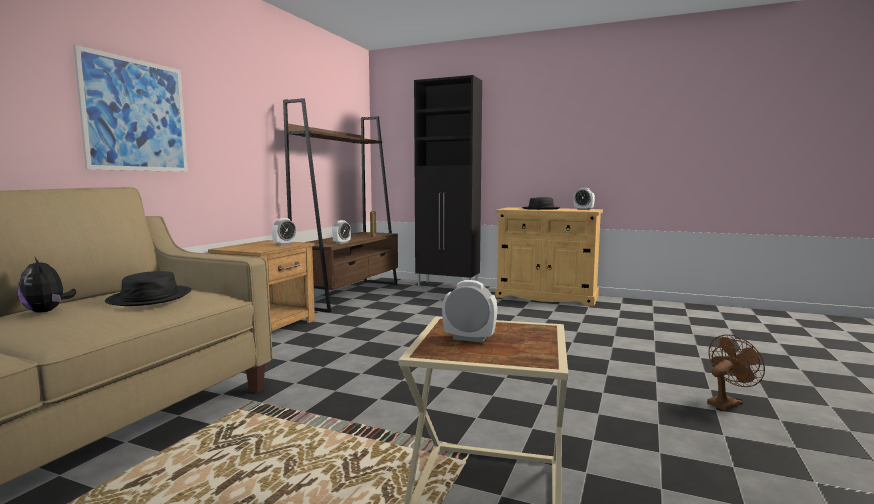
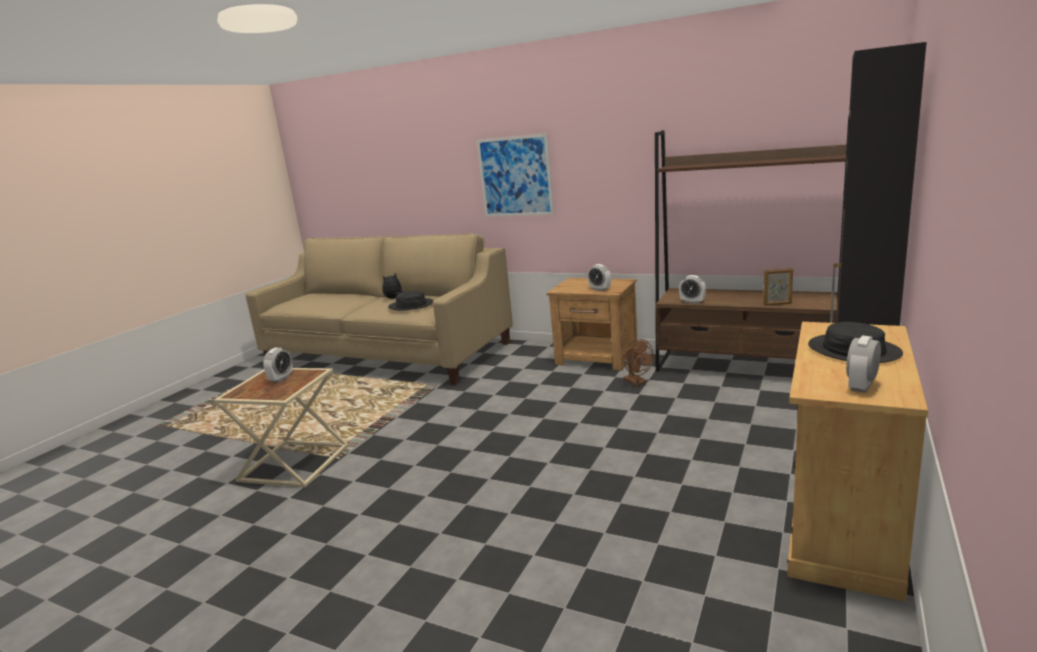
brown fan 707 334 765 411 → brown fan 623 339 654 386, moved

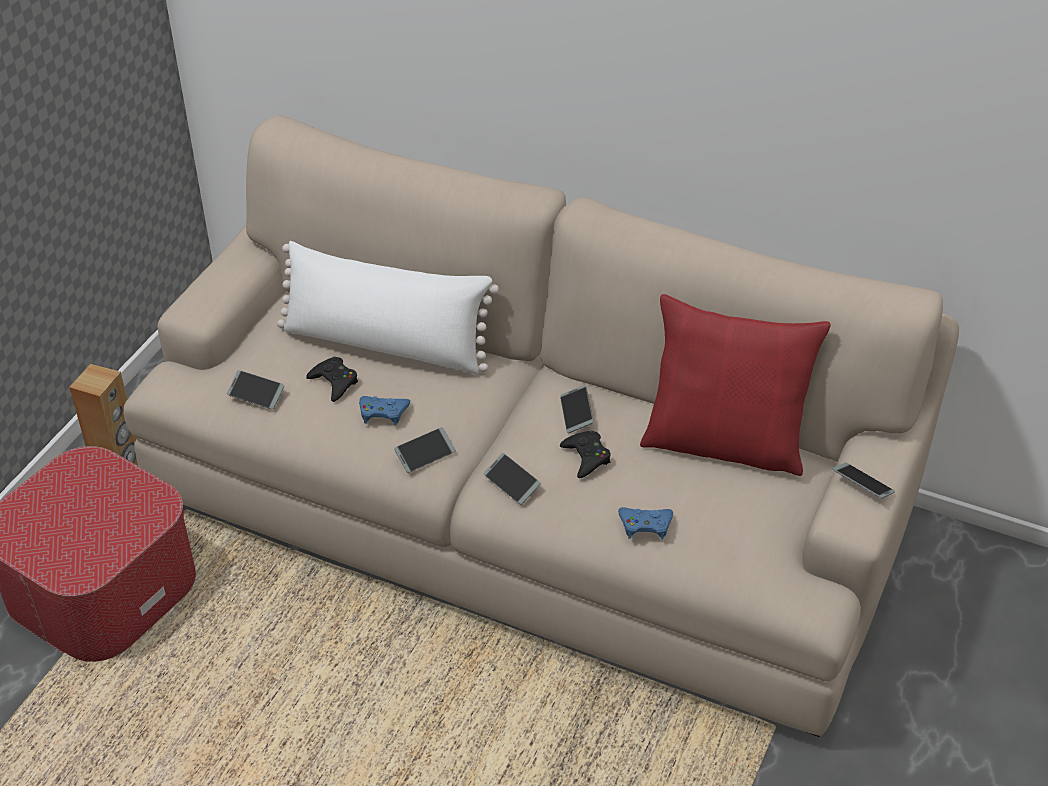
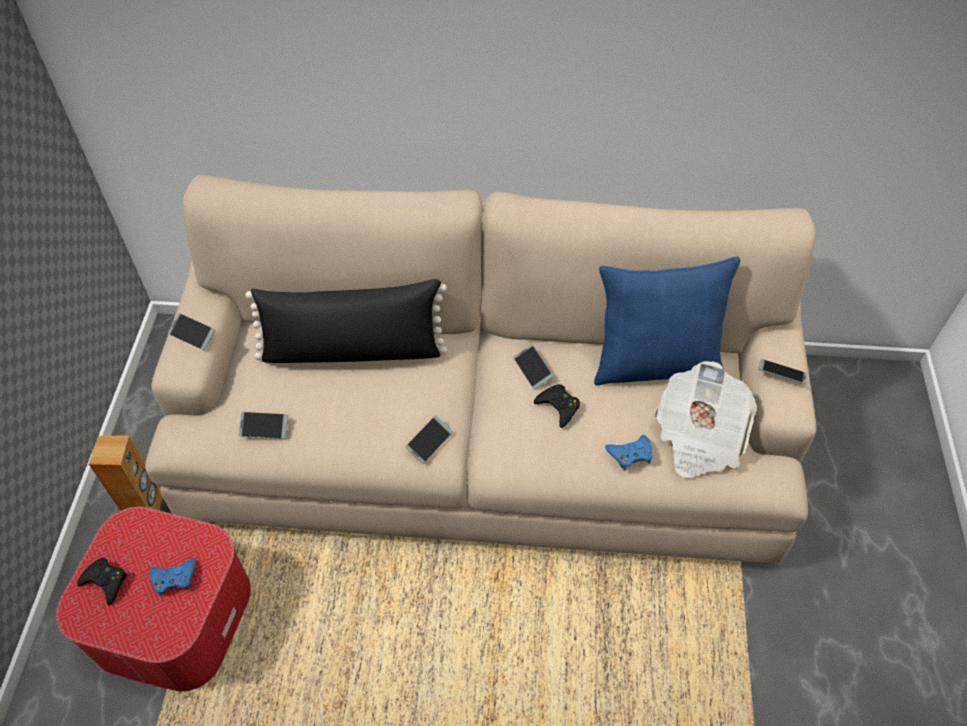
- → newspaper 655 361 757 478
black game controller 306 357 358 402 → black game controller 77 558 127 605, moved
blue game controller 359 396 410 425 → blue game controller 149 558 196 596, moved
phone 484 453 541 505 → phone 168 313 215 350, moved
white pillow 277 241 499 374 → black pillow 245 279 447 363
red pillow 640 294 831 476 → blue pillow 594 257 740 386

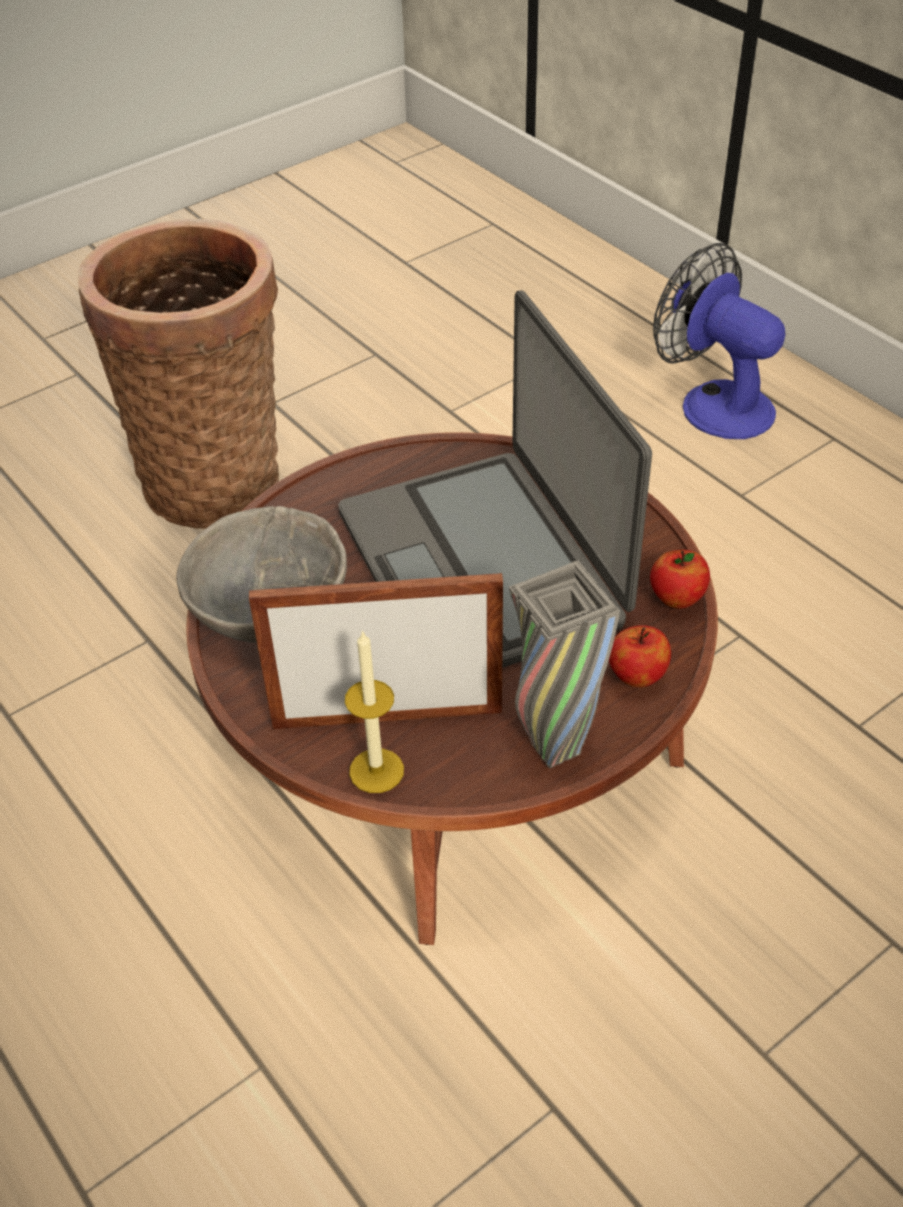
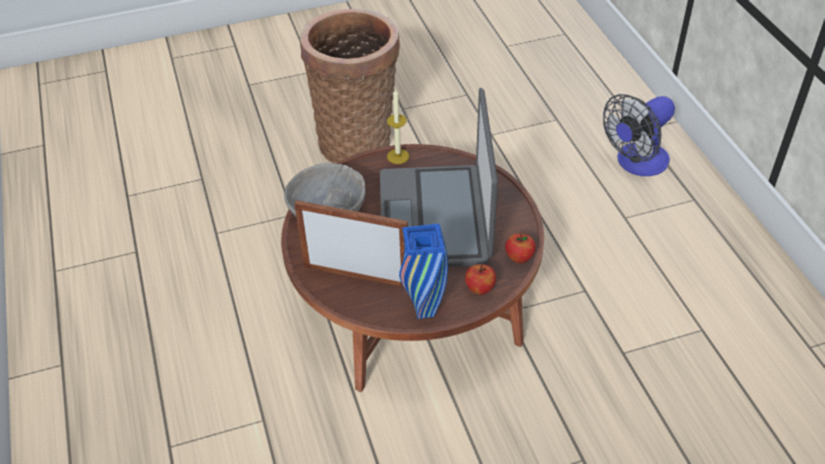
candle 345 630 404 793 → candle 387 88 409 164, moved
grey vase 509 561 620 769 → blue vase 399 224 448 319
fan 653 243 786 439 → fan 603 94 675 176, 105 degrees counterclockwise

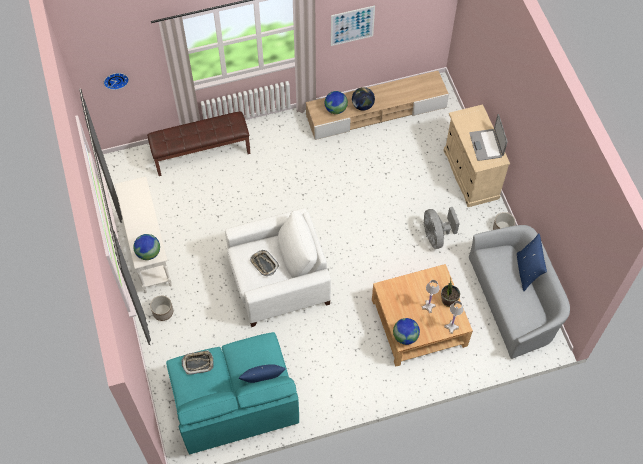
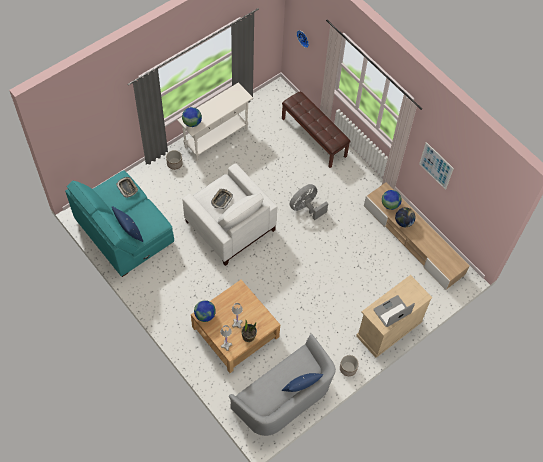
grey fan 423 207 460 249 → grey fan 290 184 328 220, moved

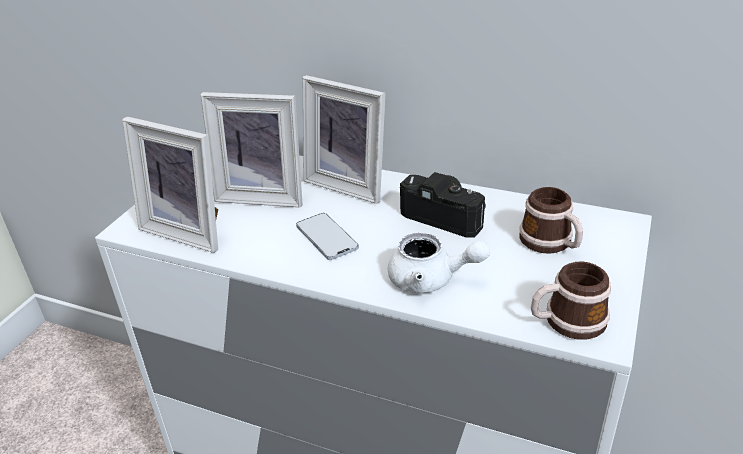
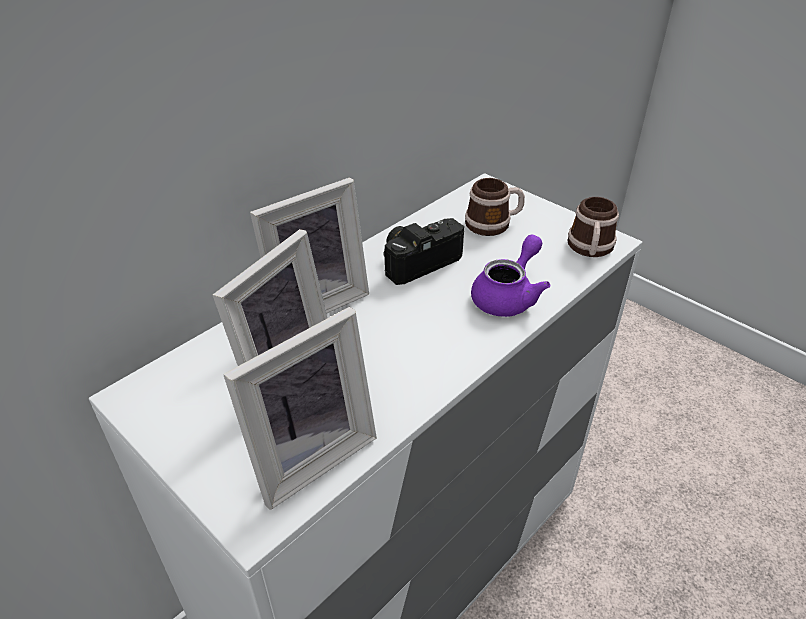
phone 296 213 359 260 → -
white teapot 388 233 490 293 → purple teapot 471 235 550 317

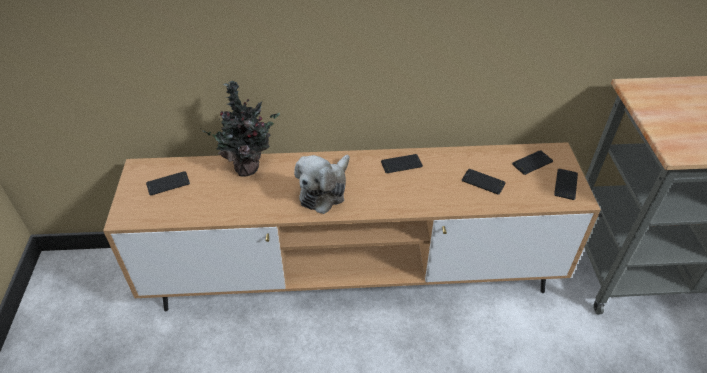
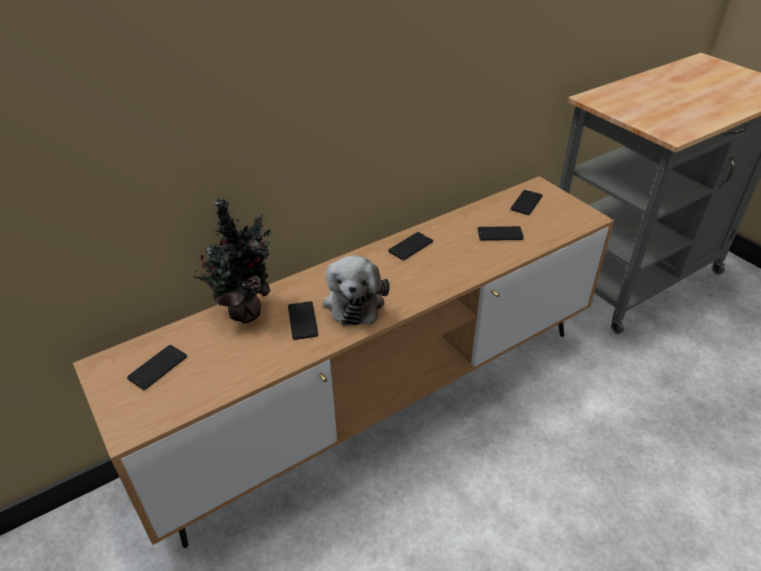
phone 554 169 578 200 → phone 288 301 319 340, moved

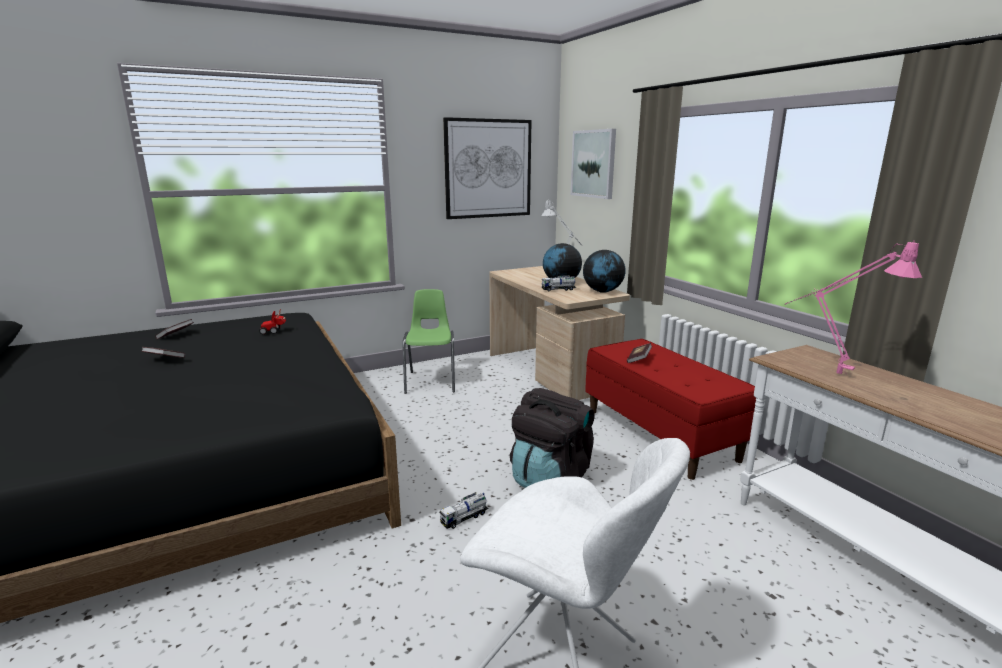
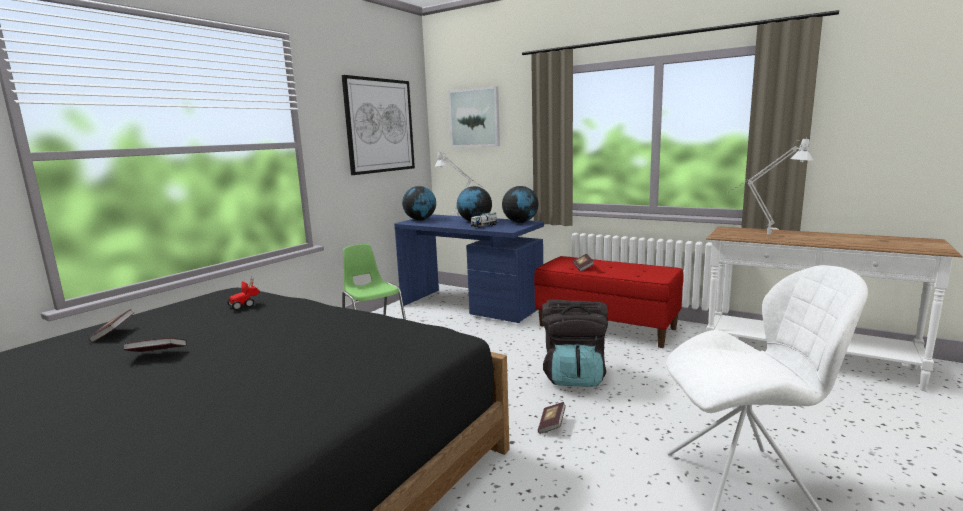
- → globe 402 186 436 221
toy truck 440 492 488 529 → book 538 402 566 434
beige desk 489 266 630 400 → blue desk 394 214 544 323
pink table lamp 785 240 922 374 → grey table lamp 726 137 813 235

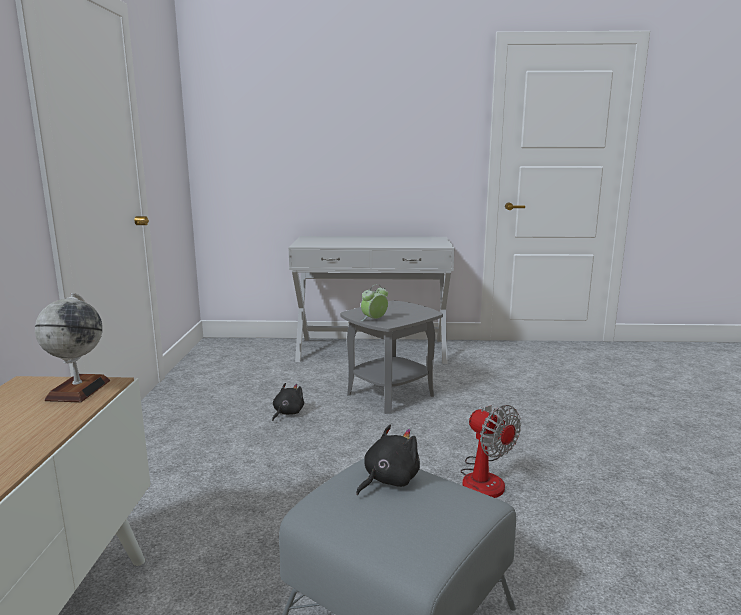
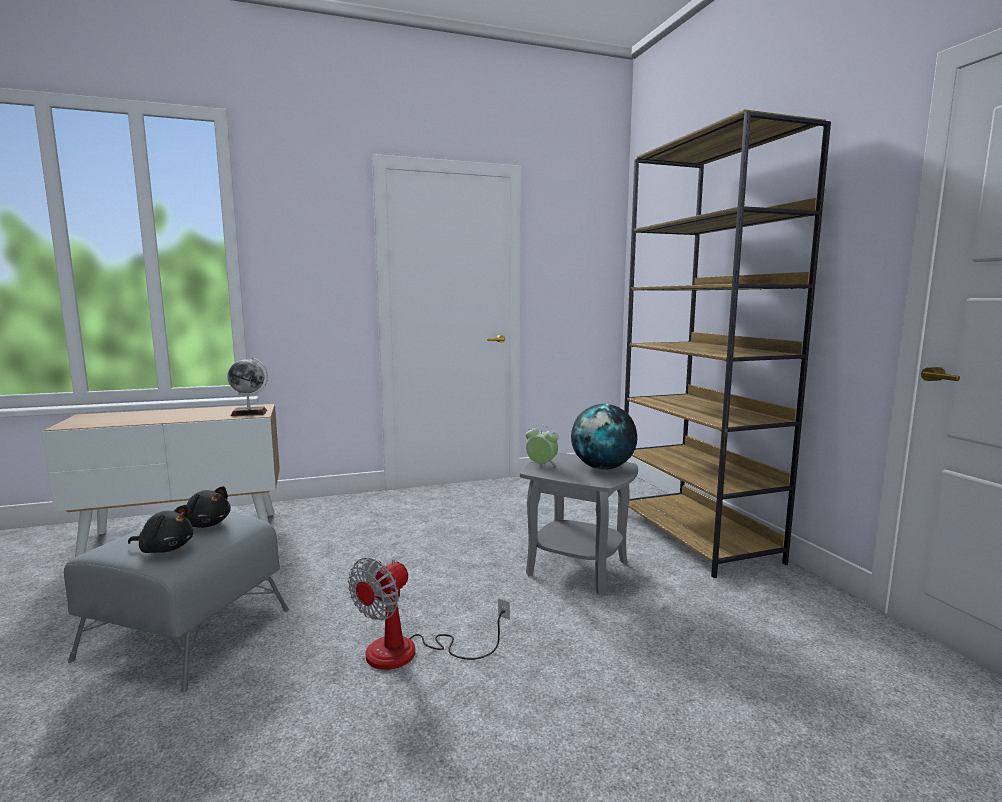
- → globe 571 404 637 470
black plush toy 272 383 304 421 → black plush toy 128 505 193 553, moved
white console table 288 236 455 364 → brown bookcase 624 109 831 578

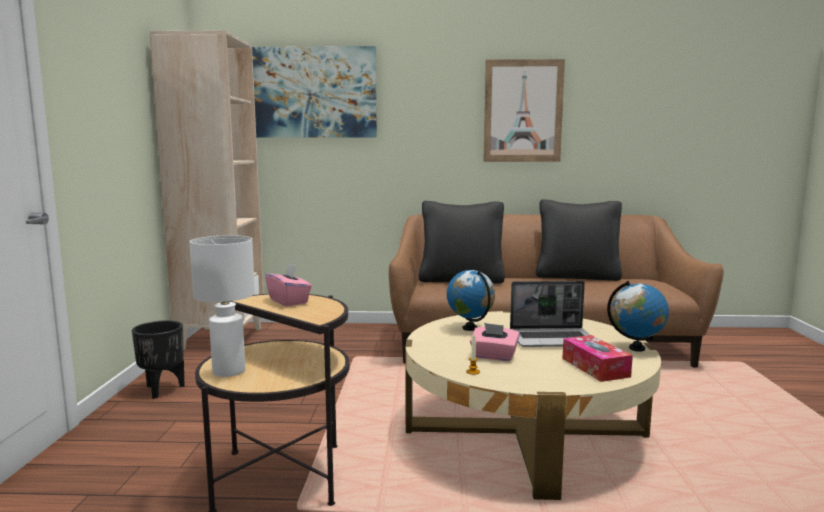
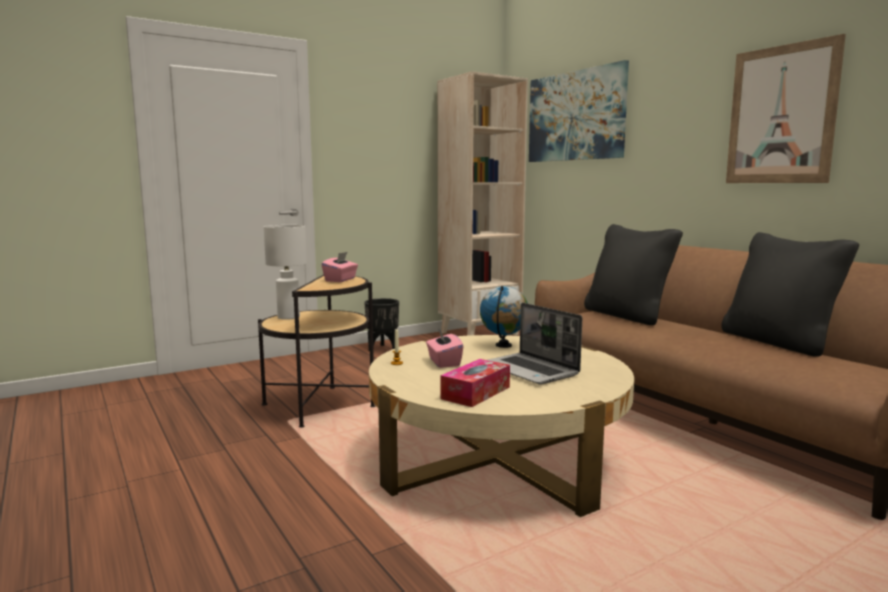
globe 607 281 669 352 → -

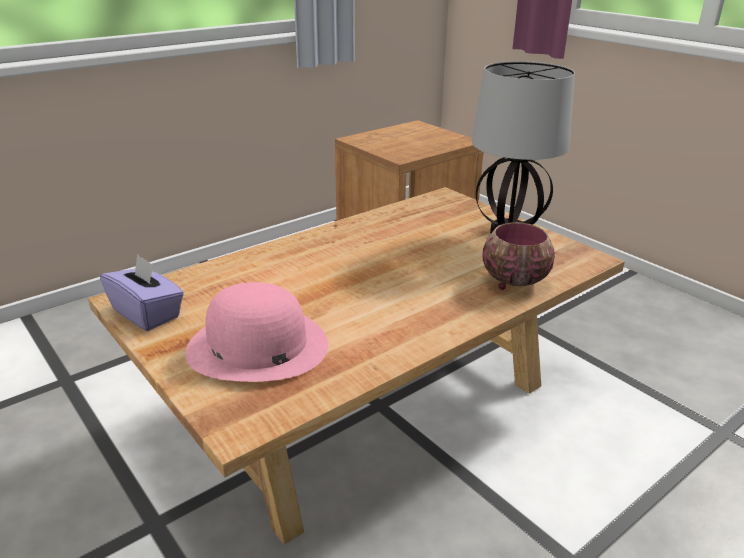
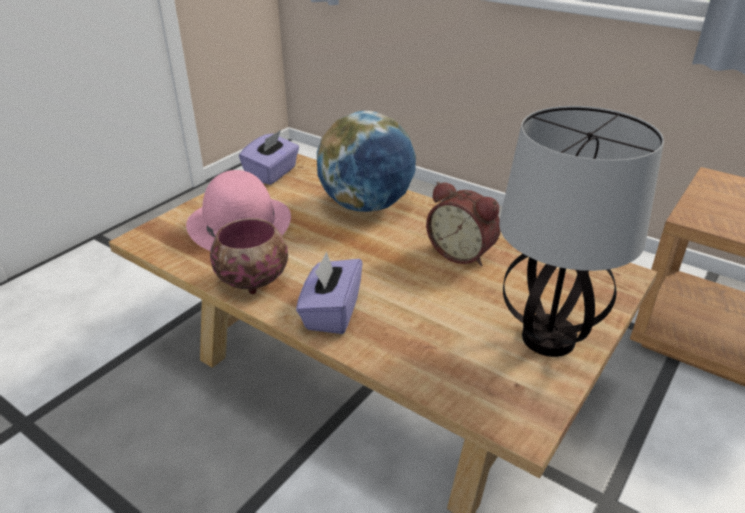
- → purple tissue box 296 252 363 334
- → globe 317 111 416 212
- → alarm clock 426 182 500 266
bowl 482 222 555 290 → bowl 210 218 288 294, moved

